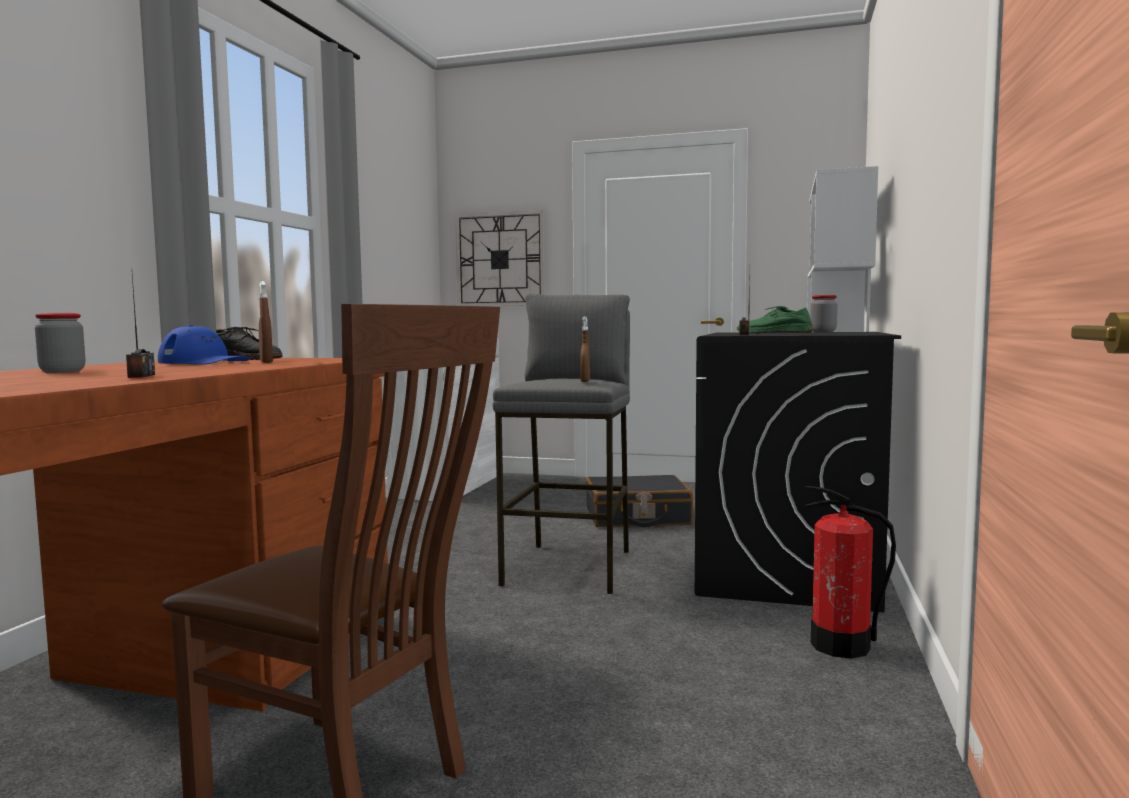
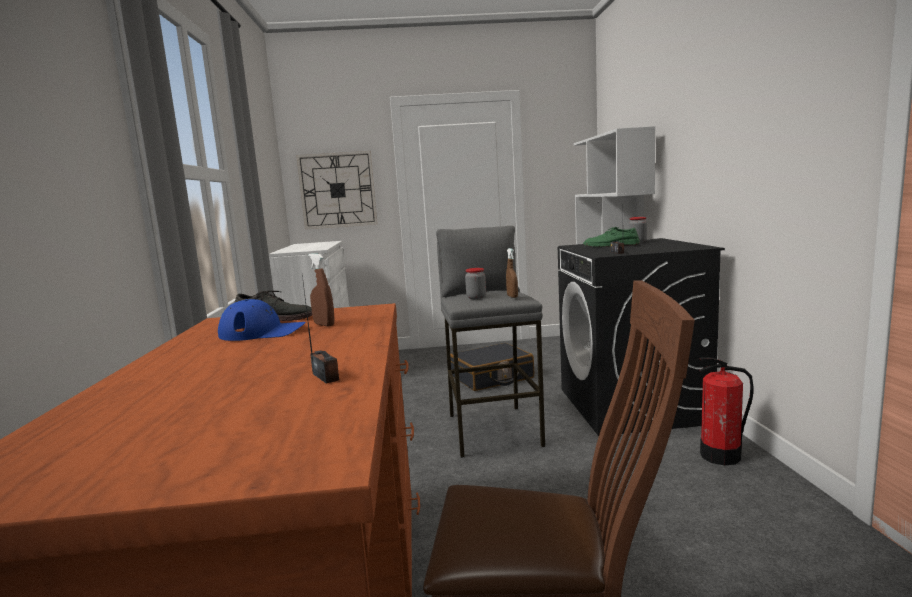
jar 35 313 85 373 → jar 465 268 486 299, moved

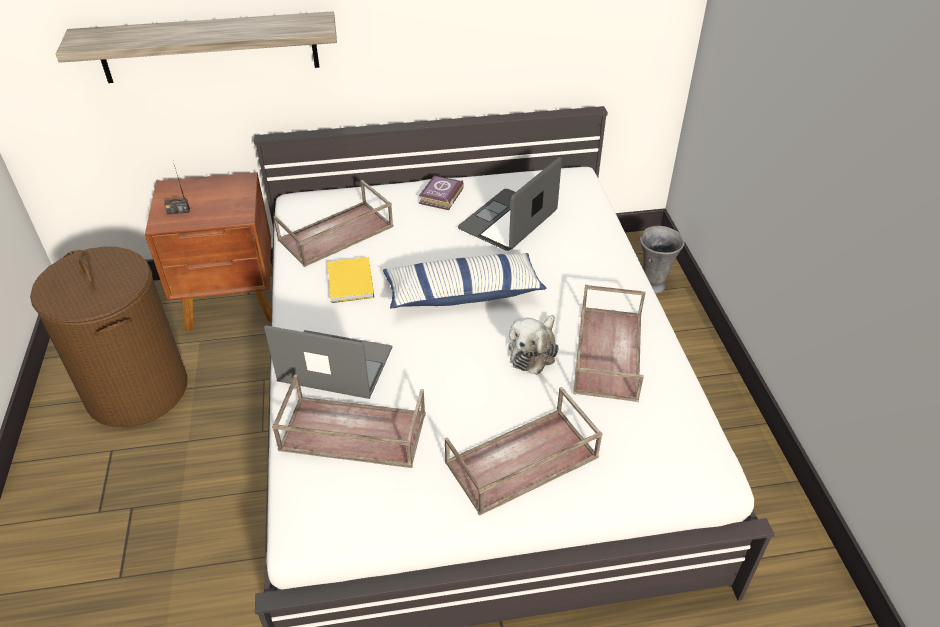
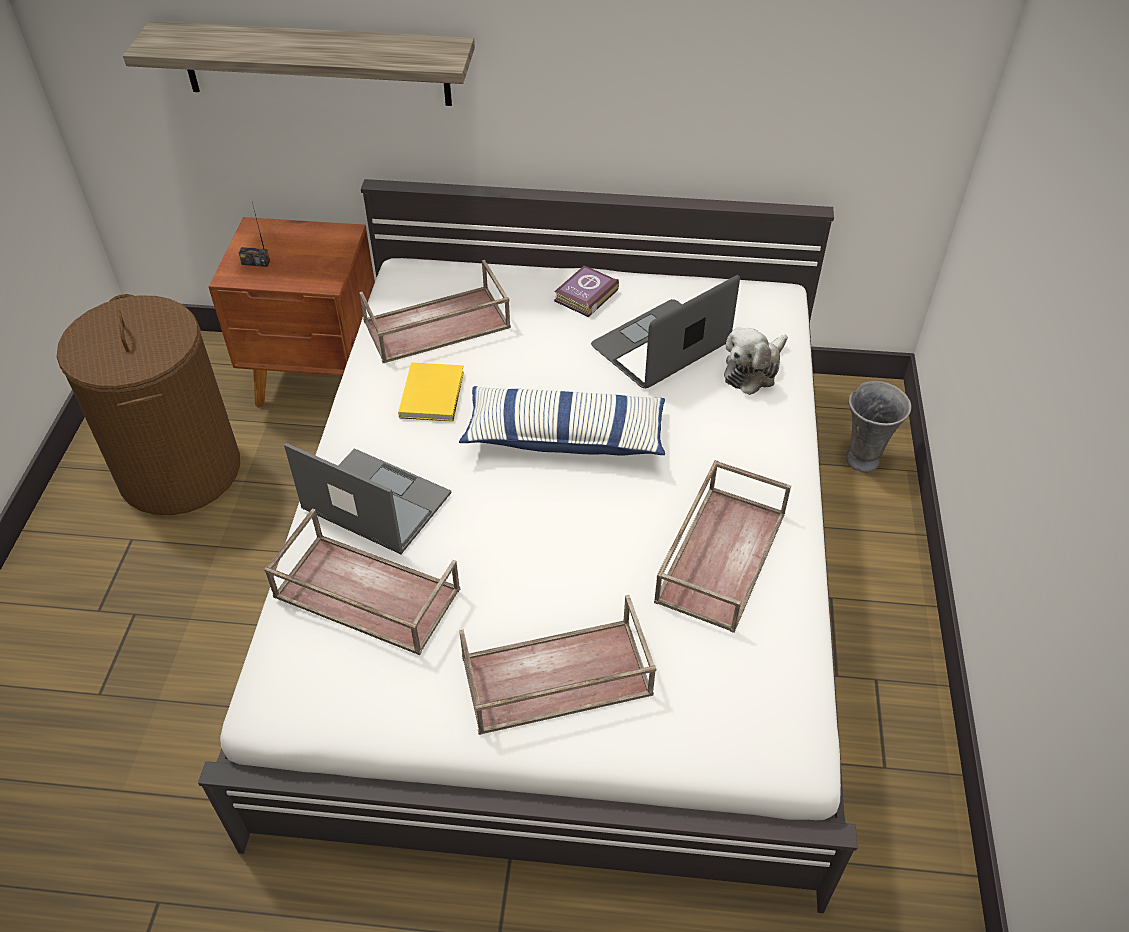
plush toy 508 315 559 375 → plush toy 724 327 788 395, moved

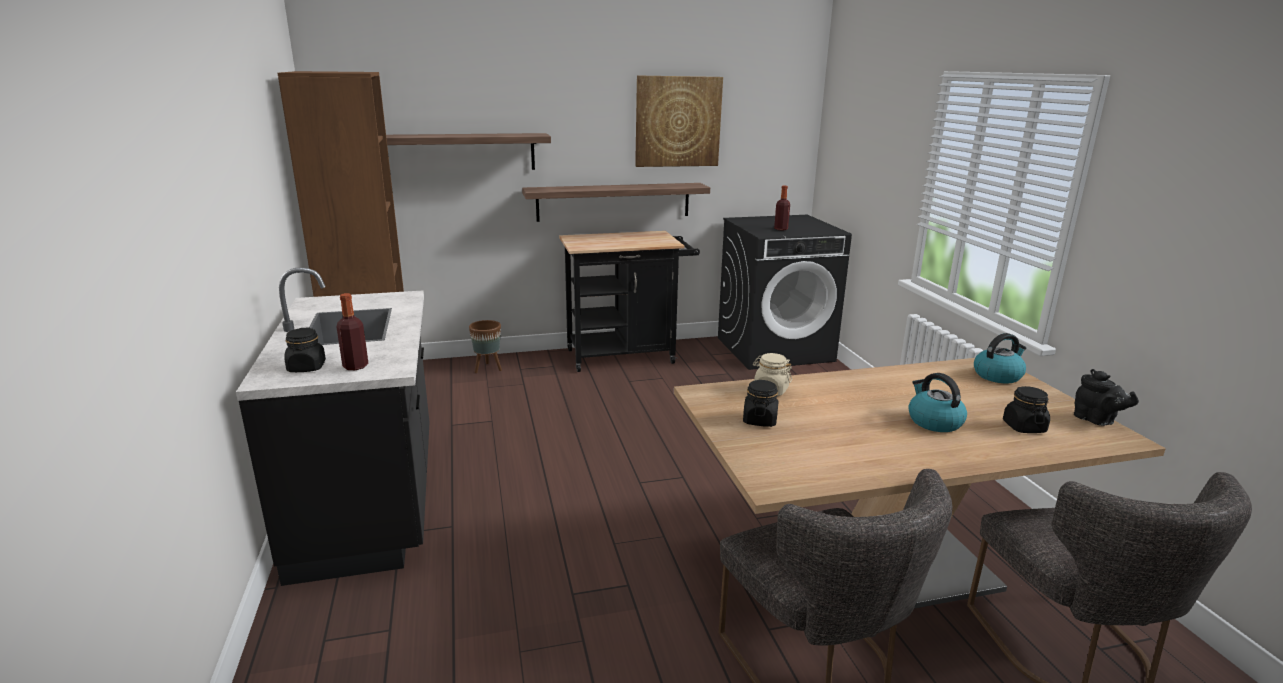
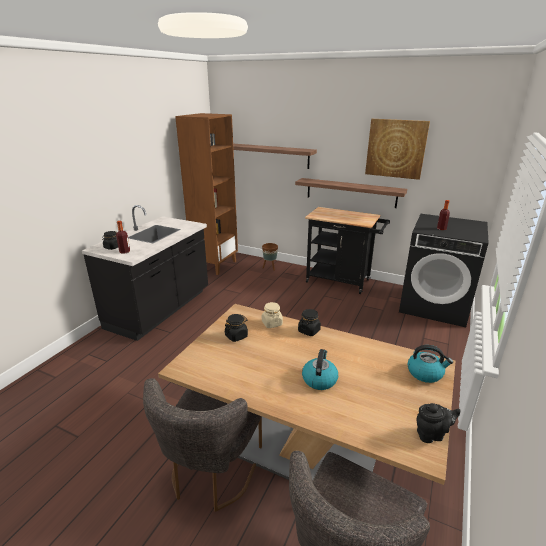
black jar 1003 386 1050 433 → black jar 298 309 321 336, moved
black teapot 1074 369 1139 426 → black teapot 417 403 461 443, 105 degrees counterclockwise

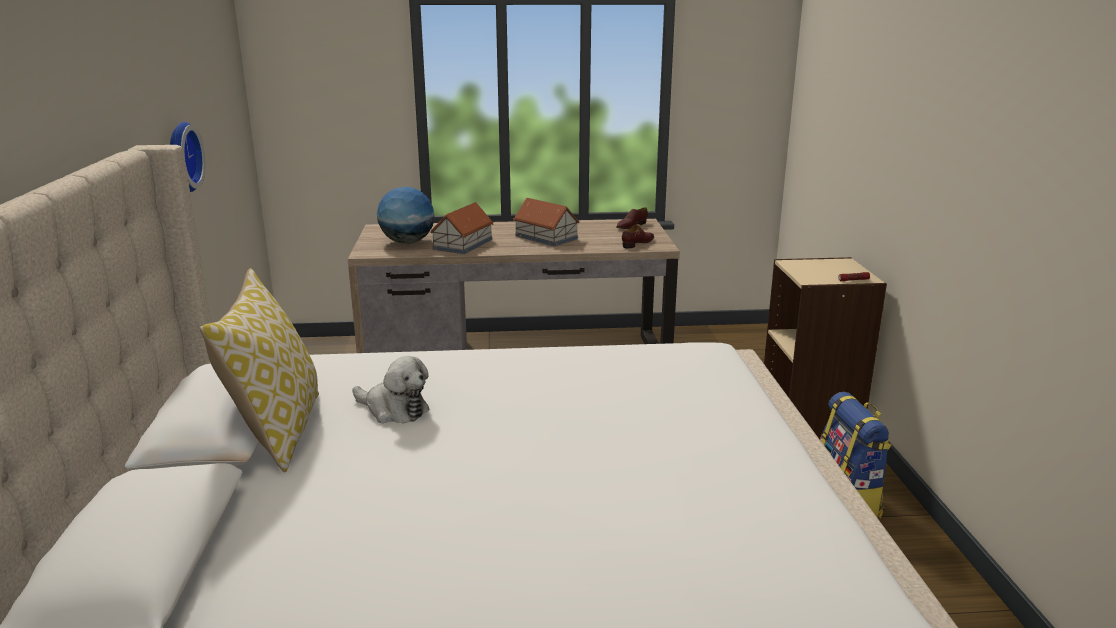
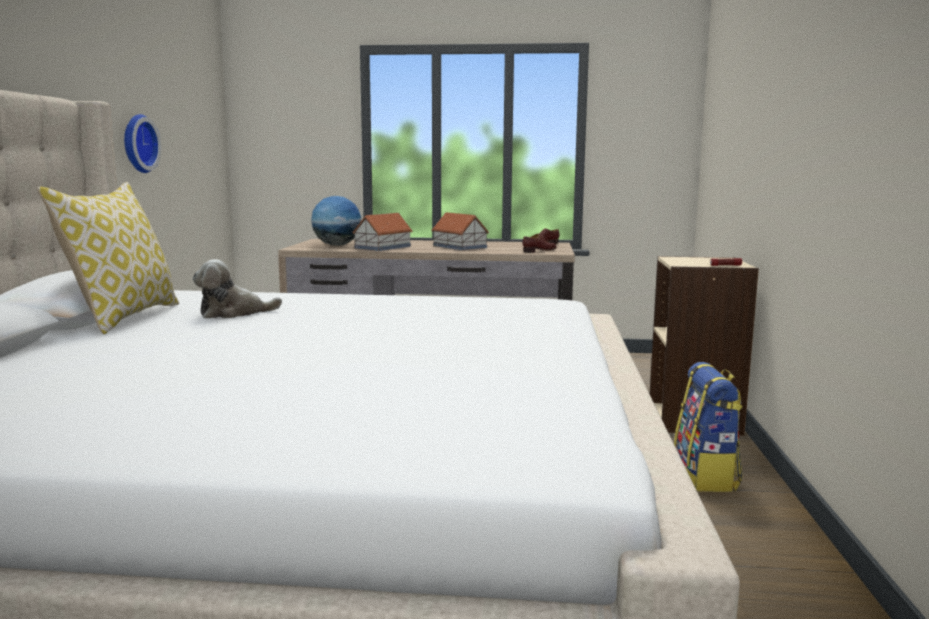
plush toy 352 356 430 423 → plush toy 193 259 282 319, 120 degrees clockwise

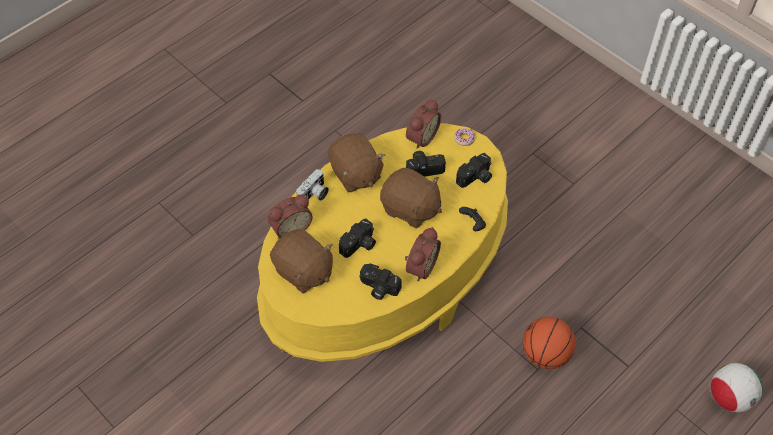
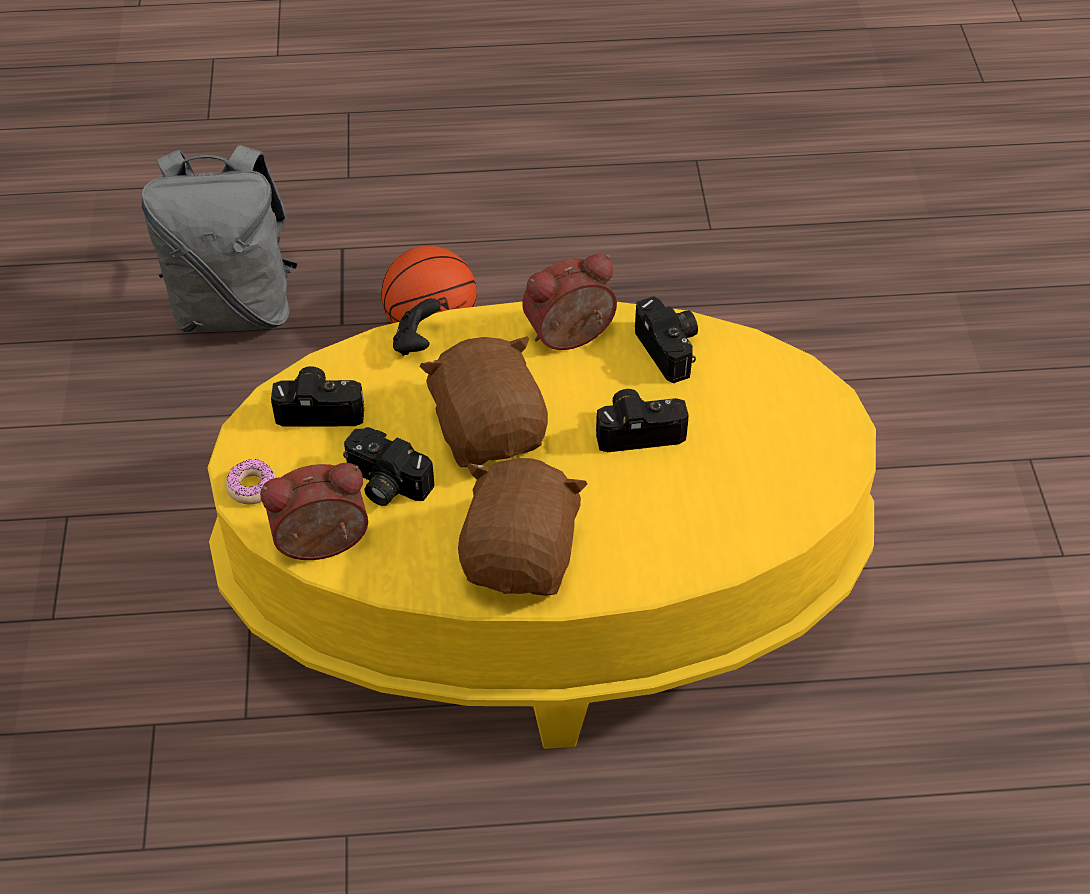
alarm clock 268 195 313 238 → -
brown plush toy 270 229 333 293 → -
photo camera 296 169 329 201 → -
football 711 363 763 412 → -
- → grey backpack 142 145 298 333

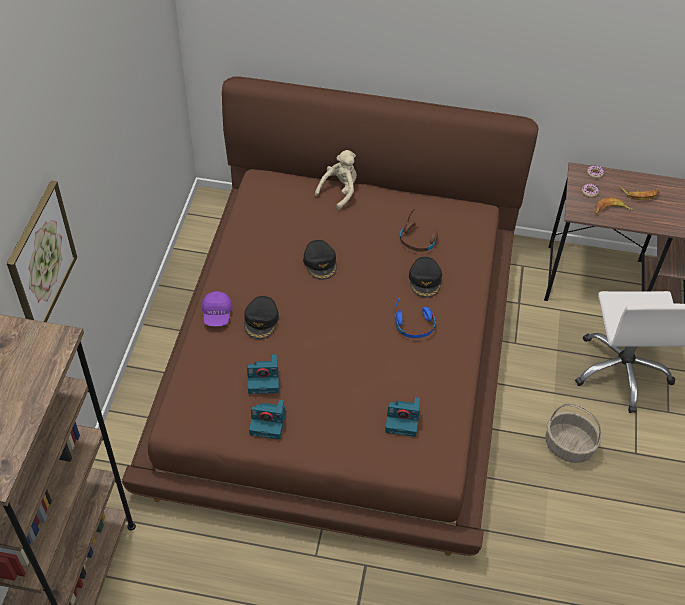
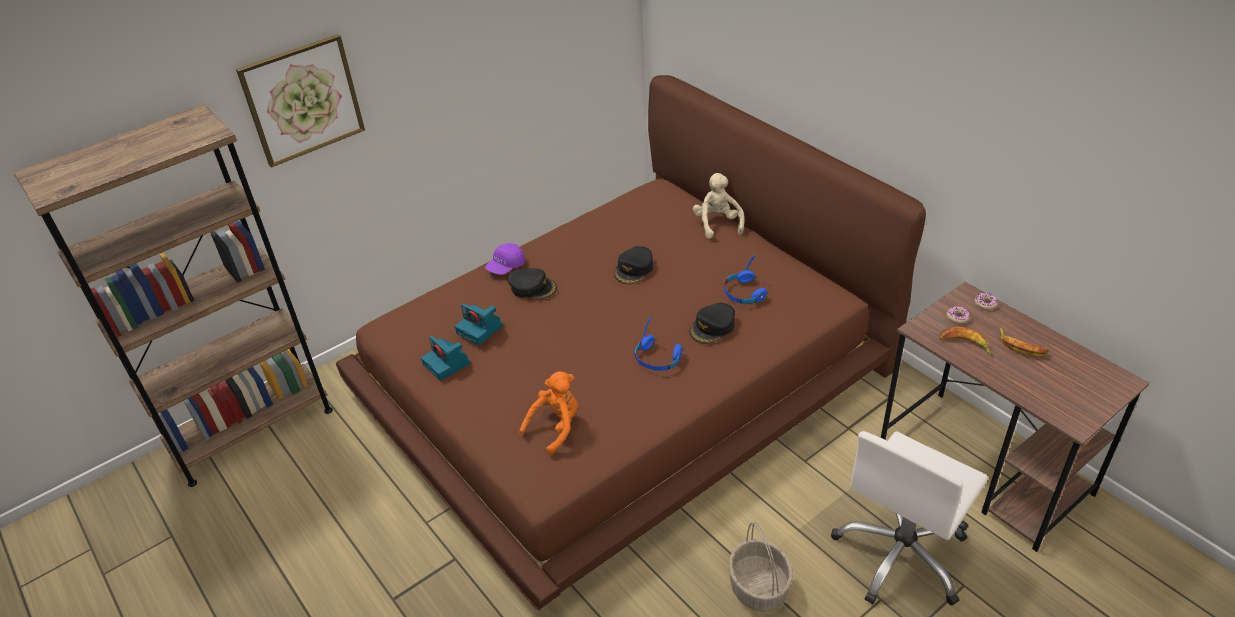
photo camera 385 397 420 437 → orange plush toy 519 372 578 455
brown headphones 400 208 438 252 → blue headphones 724 255 767 304
black cap 244 296 279 339 → black cap 507 268 557 298, 120 degrees counterclockwise
beige plush toy 315 150 357 210 → beige plush toy 693 173 745 239, 90 degrees counterclockwise

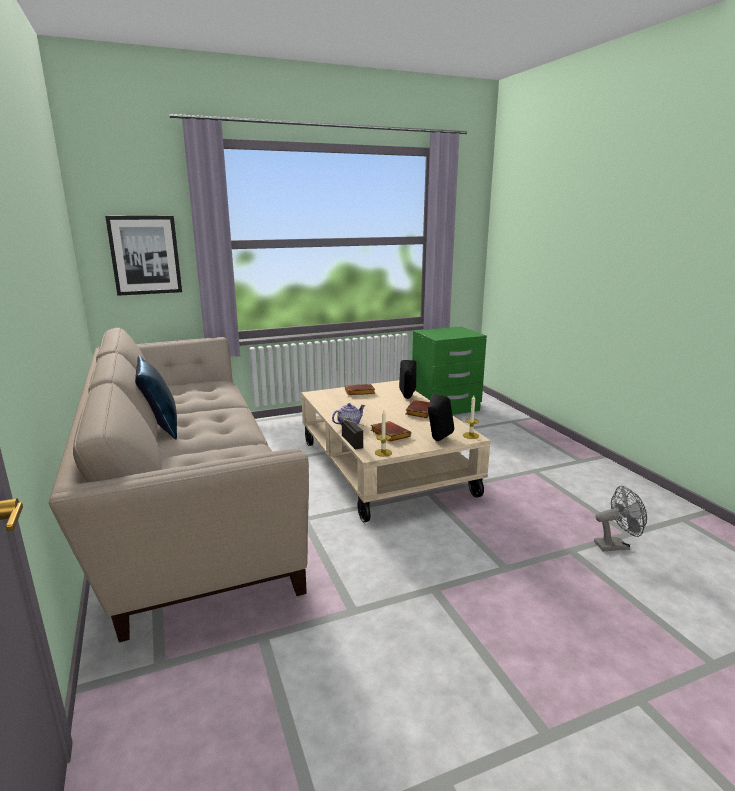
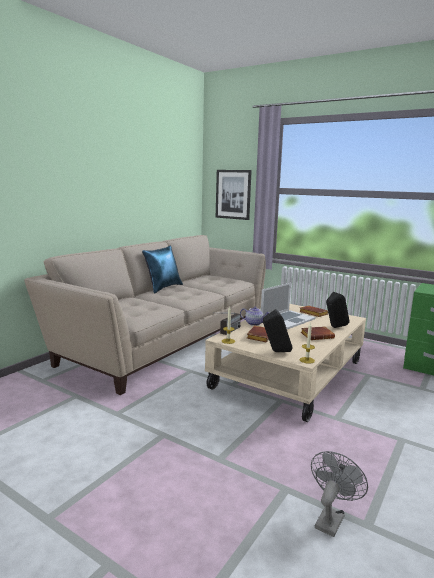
- → laptop 261 282 316 329
grey fan 594 486 647 551 → grey fan 311 451 368 537, 105 degrees counterclockwise

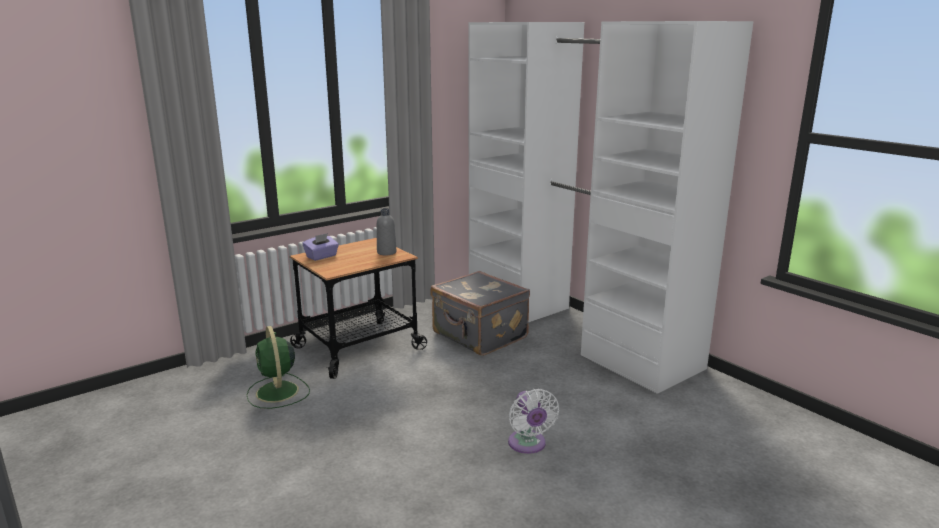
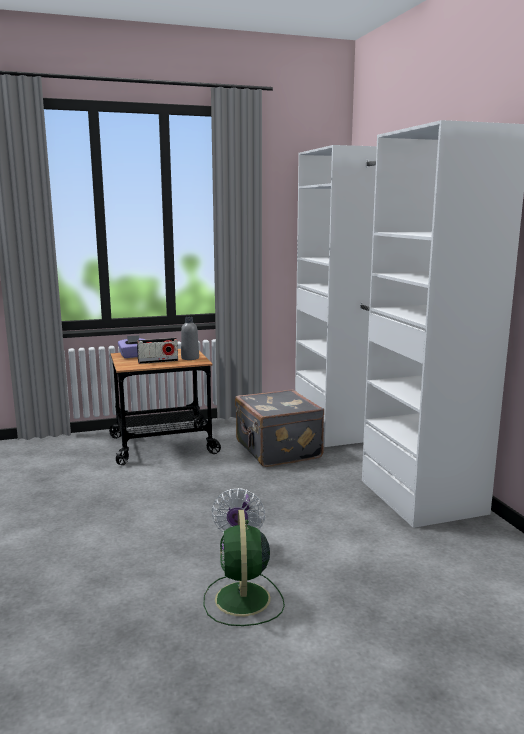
- → radio 137 338 178 364
green fan 247 326 310 409 → green fan 204 509 285 626, moved

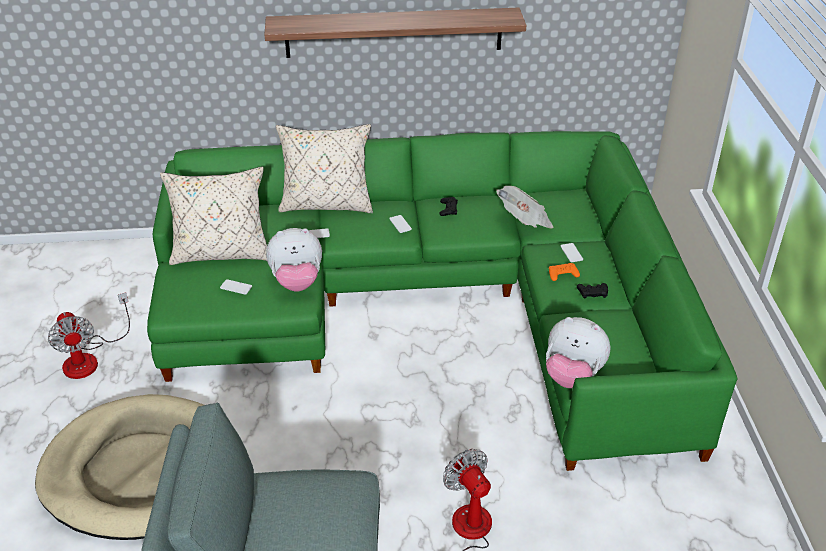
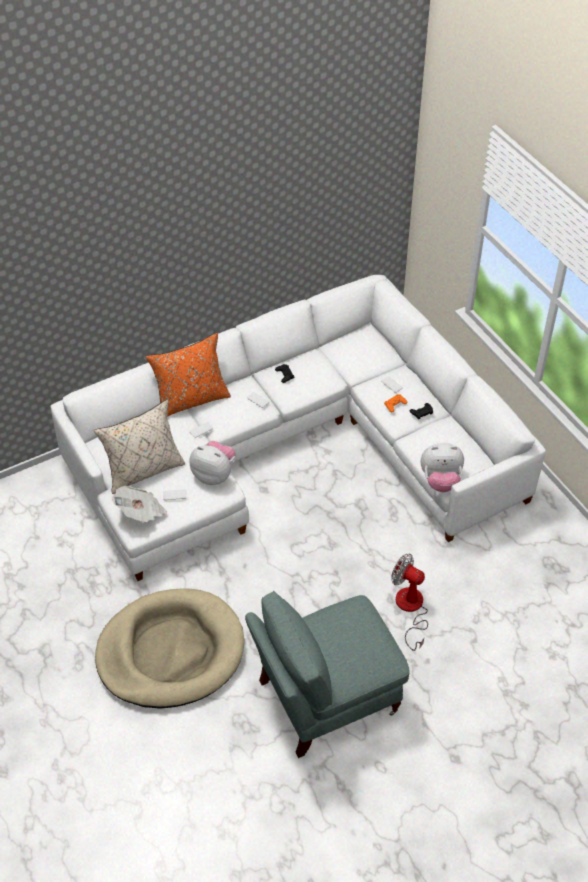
fan 48 292 130 379 → -
shelf 264 8 526 58 → -
newspaper 496 186 554 228 → newspaper 112 486 167 523, moved
green sofa 147 131 738 471 → white sofa 51 275 546 581
beige pillow 276 124 373 213 → orange pillow 146 333 231 417
plush toy 266 228 322 292 → plush toy 189 441 236 485, 120 degrees counterclockwise

